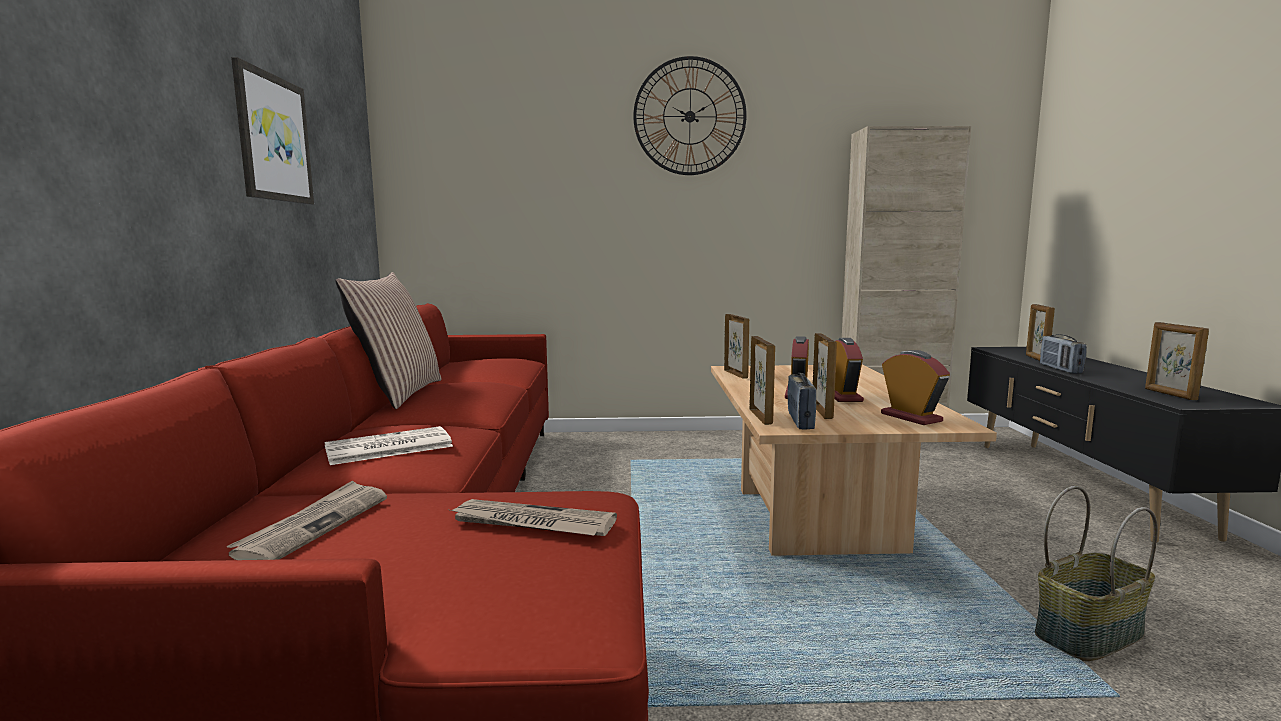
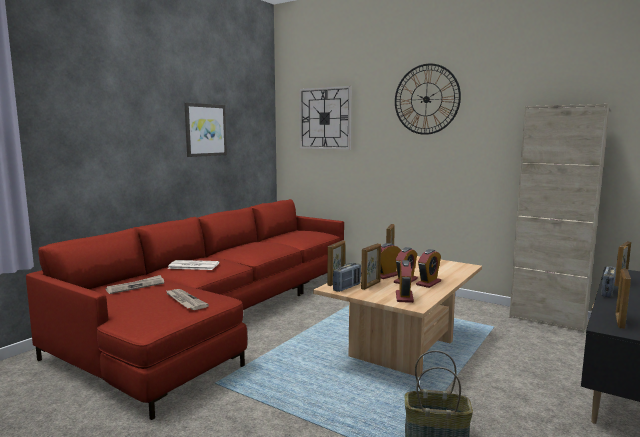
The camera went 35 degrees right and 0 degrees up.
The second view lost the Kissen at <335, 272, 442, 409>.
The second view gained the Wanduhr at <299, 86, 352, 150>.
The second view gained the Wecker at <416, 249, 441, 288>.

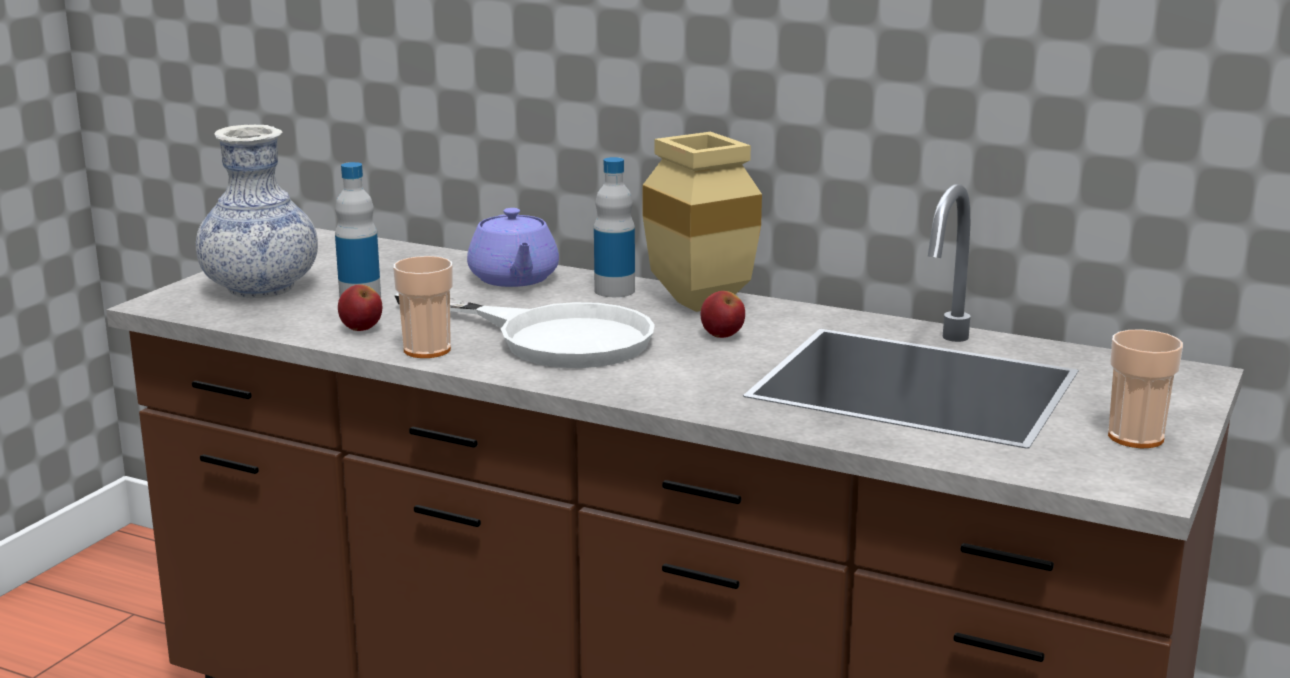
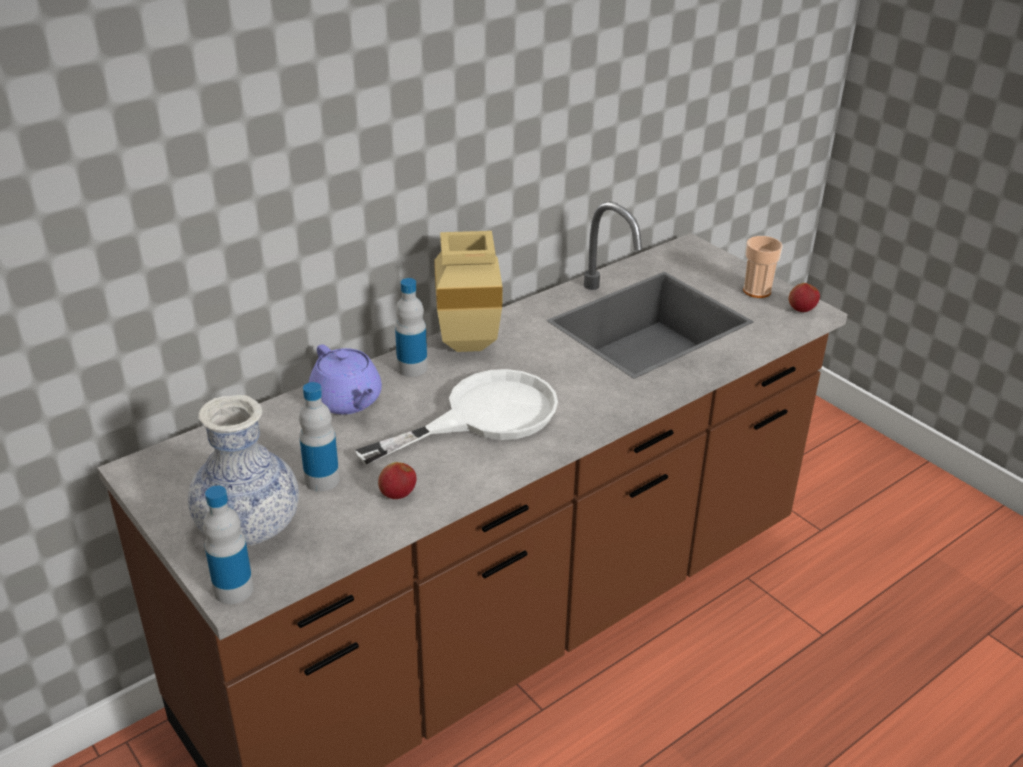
The camera went 65 degrees left and 15 degrees up.
The second view lost the Tasse at <393, 256, 453, 358>.
The Teekanne [lila] at <467, 208, 559, 287> ended up facing another way, 45 degrees clockwise from before.
The Apfel ended up elsewhere, having gone from <700, 291, 745, 338> to <788, 283, 820, 312>.
The second view gained the Flasche at <203, 486, 253, 604>.

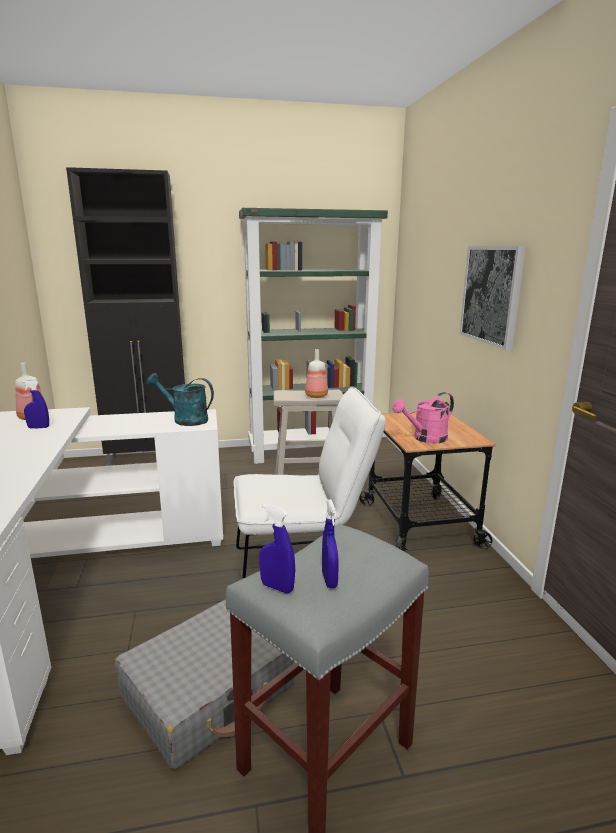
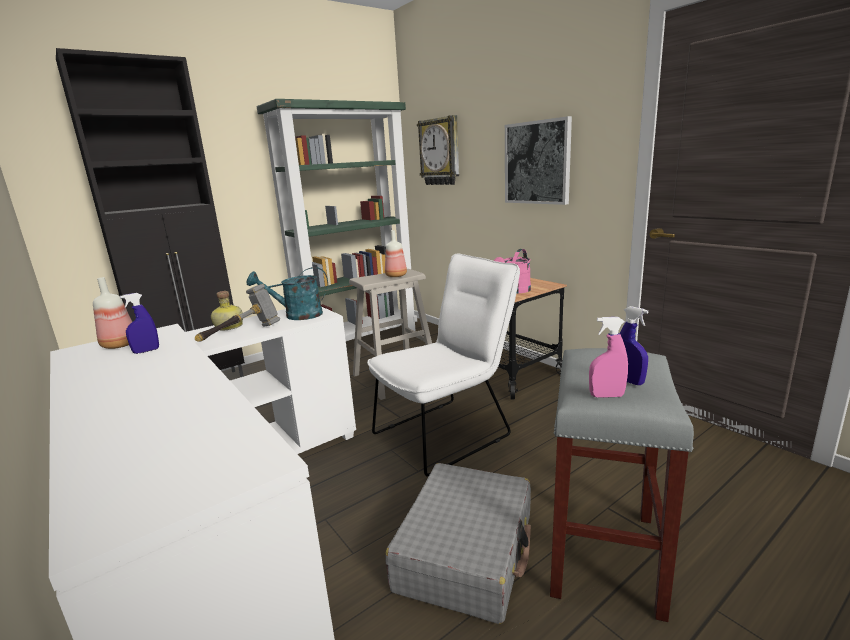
The camera went 25 degrees left and 0 degrees up.
What was the Sprühflasche [blau] at <259, 504, 295, 593> turned into the Sprühflasche [rosa] at <589, 317, 628, 398>.
The second view gained the Hammer at <195, 284, 280, 342>.
The second view gained the Flasche at <211, 291, 243, 330>.
The second view gained the Wanduhr at <417, 115, 459, 185>.

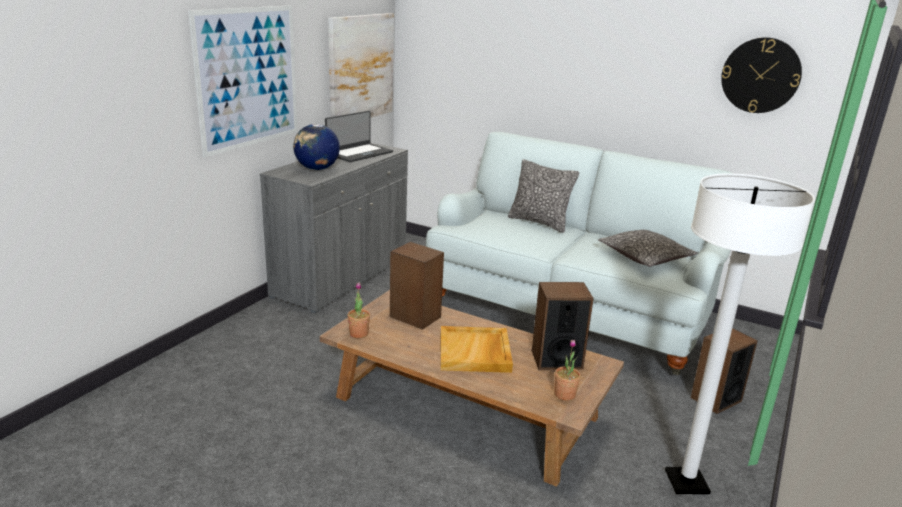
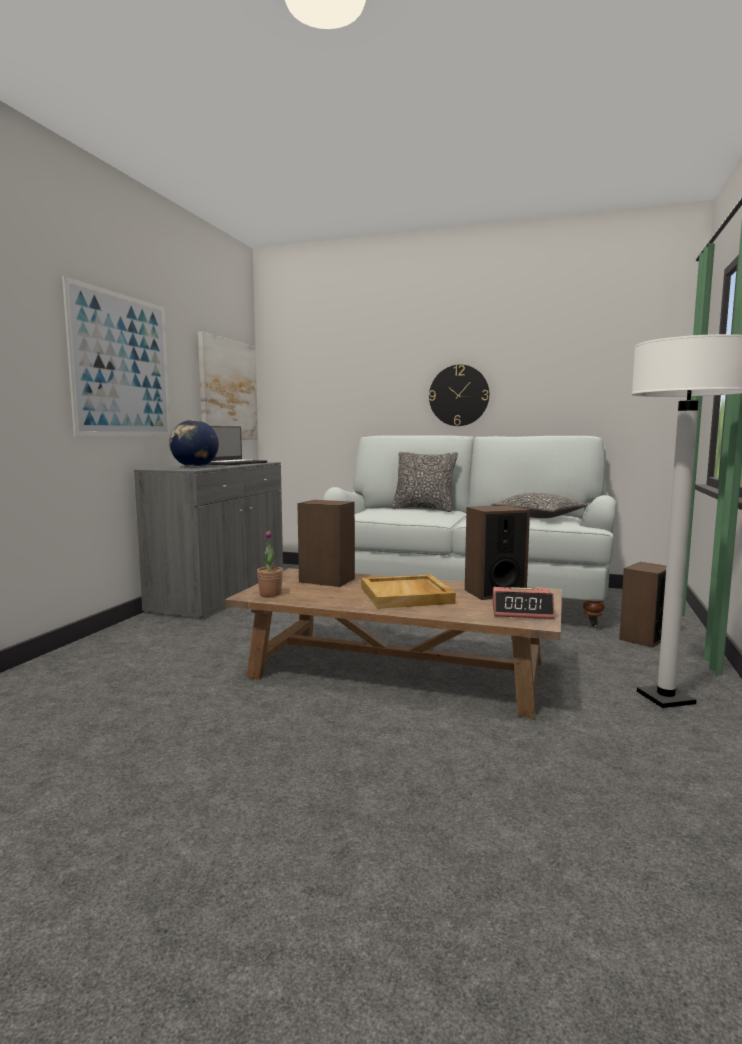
The camera went 10 degrees left and 15 degrees down.
Where the Topfpflanze stood at <555, 339, 581, 401>, the Wecker came to stand at <492, 587, 555, 619>.
The Wanduhr ended up elsewhere, having gone from <721, 37, 802, 113> to <429, 365, 490, 426>.

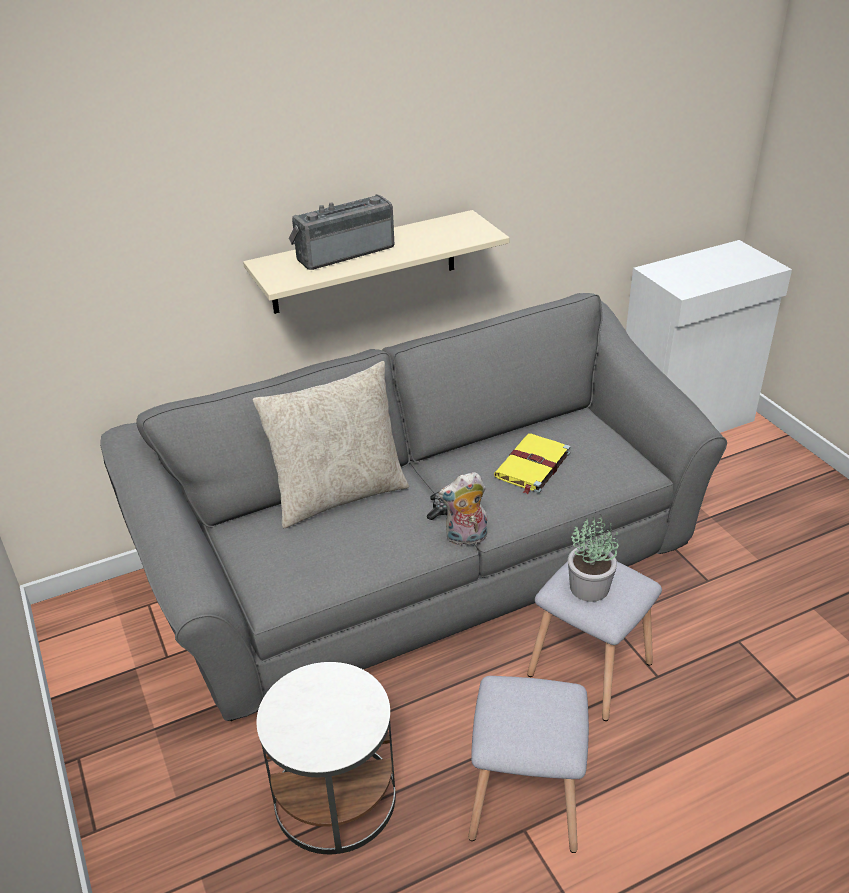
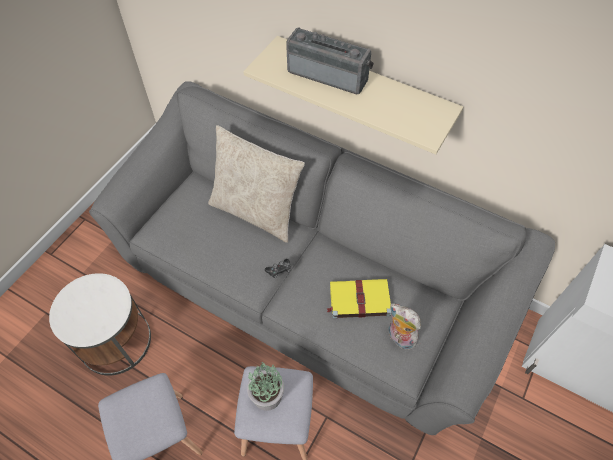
The camera went 55 degrees right and 20 degrees up.
The Plüschtier ended up elsewhere, having gone from <438, 472, 487, 547> to <389, 303, 421, 350>.

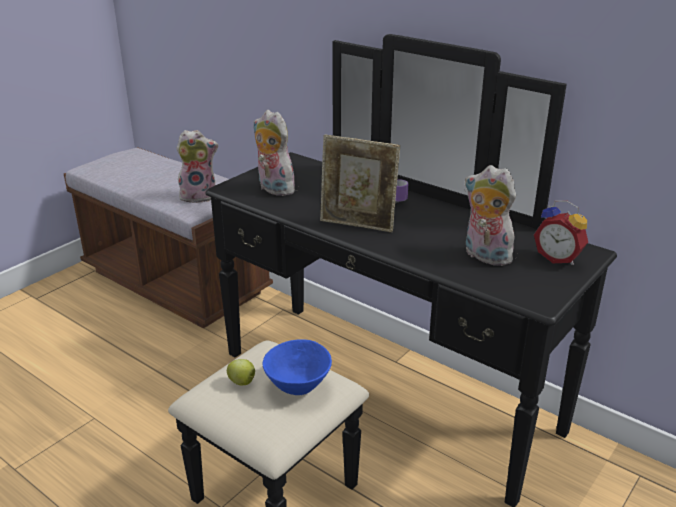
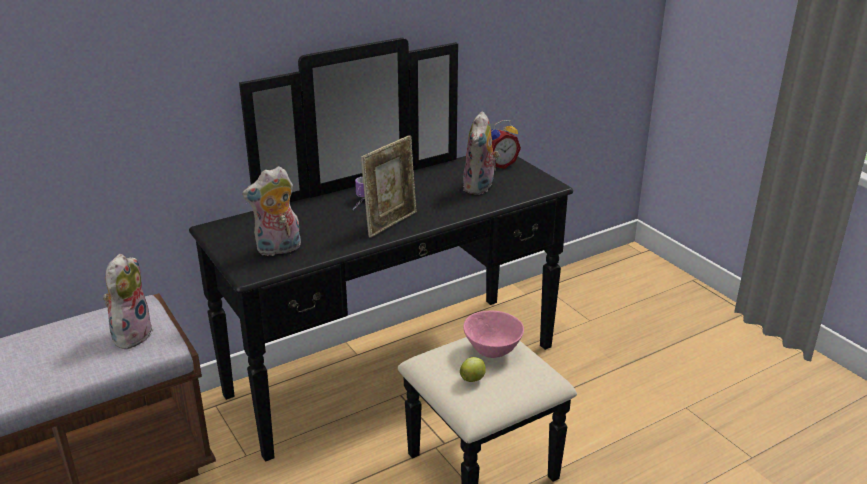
The camera went 70 degrees left and 0 degrees up.
What was the Schüssel [blau] at <263, 339, 332, 395> turned into the Schüssel [rosa] at <463, 311, 524, 358>.
The Plüschtier at <464, 165, 516, 266> ended up facing another way, 45 degrees counterclockwise from before.

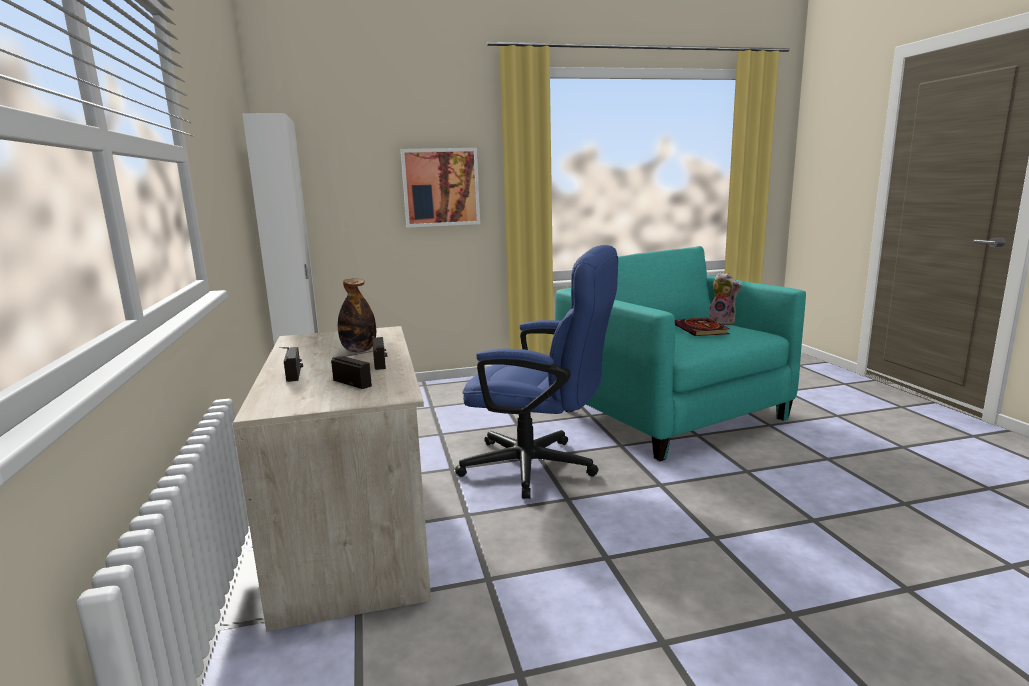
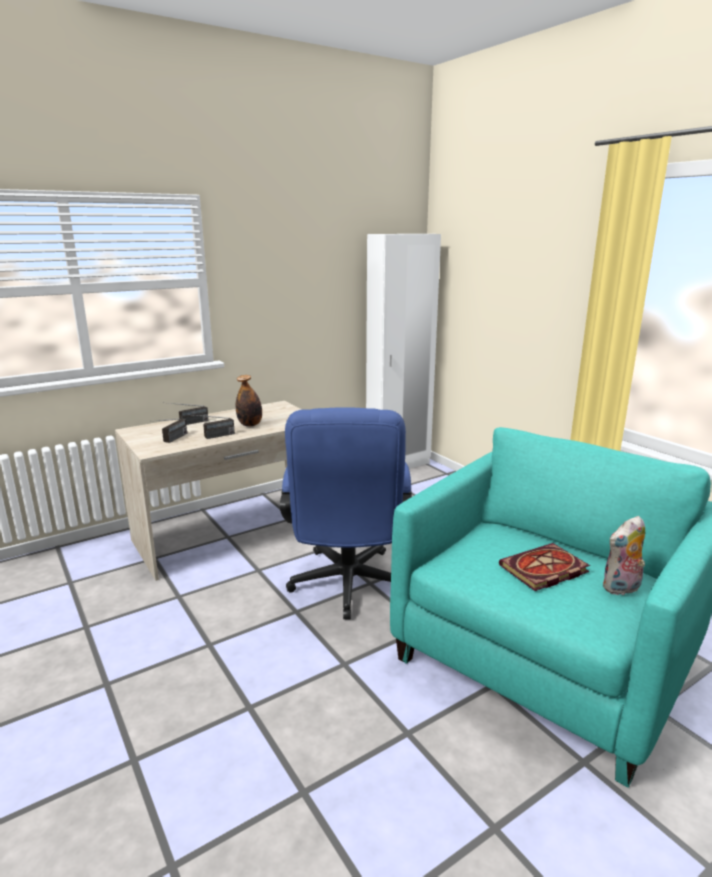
The camera went 70 degrees right and 5 degrees up.
The second view lost the Bild at <401, 148, 480, 228>.
The Plüschtier at <709, 272, 742, 325> ended up facing another way, 45 degrees clockwise from before.

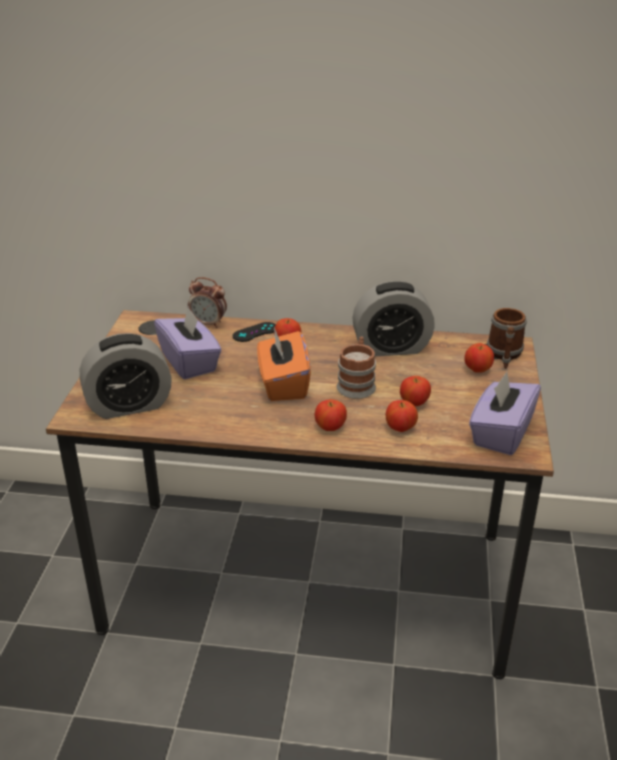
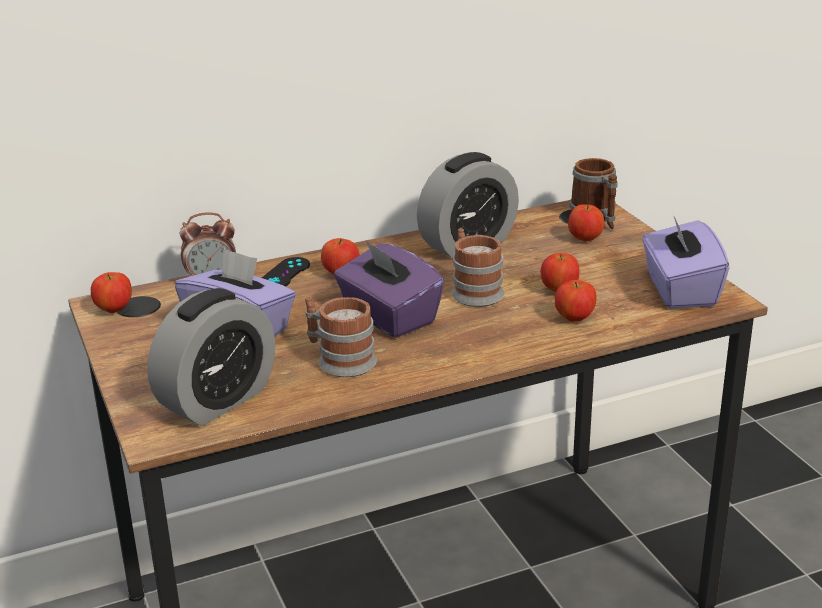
The camera went 30 degrees left and 5 degrees down.
What was the Taschentuchbox [orange] at <257, 327, 311, 401> turned into the Taschentuchbox [lila] at <334, 241, 444, 338>.
The Apfel ended up elsewhere, having gone from <315, 399, 347, 431> to <91, 272, 132, 313>.
The second view gained the Henkelbecher at <305, 297, 377, 377>.

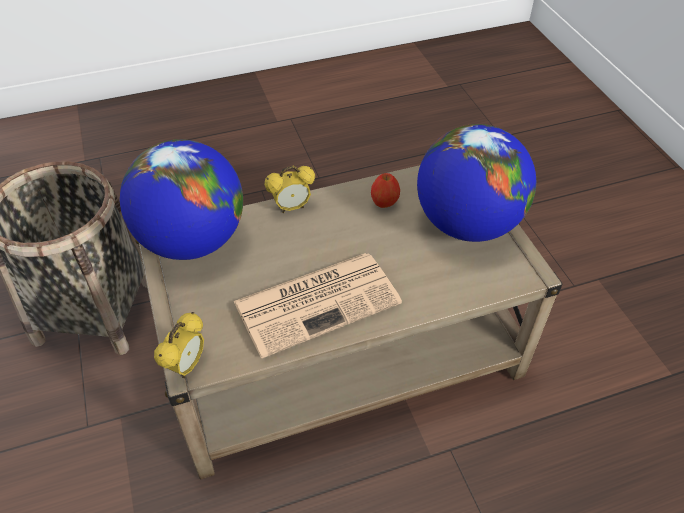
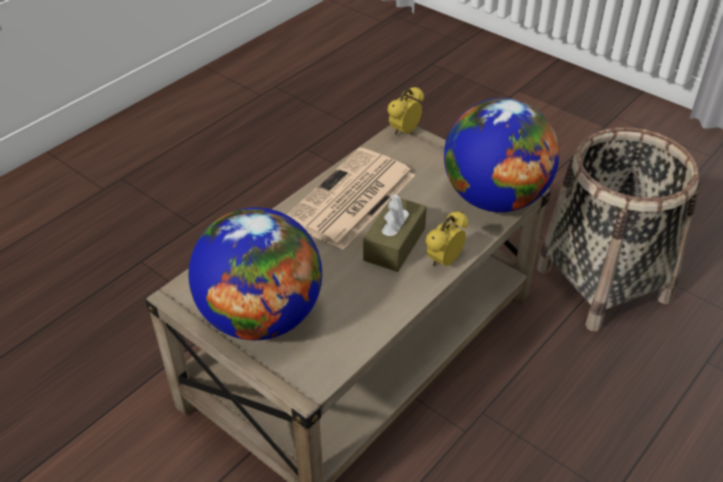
The camera went 150 degrees right and 5 degrees down.
The Wecker at <154, 312, 204, 378> ended up facing another way, 45 degrees clockwise from before.
The second view lost the Apfel at <371, 173, 400, 208>.
The second view gained the Taschentuchbox [braun] at <363, 194, 427, 272>.

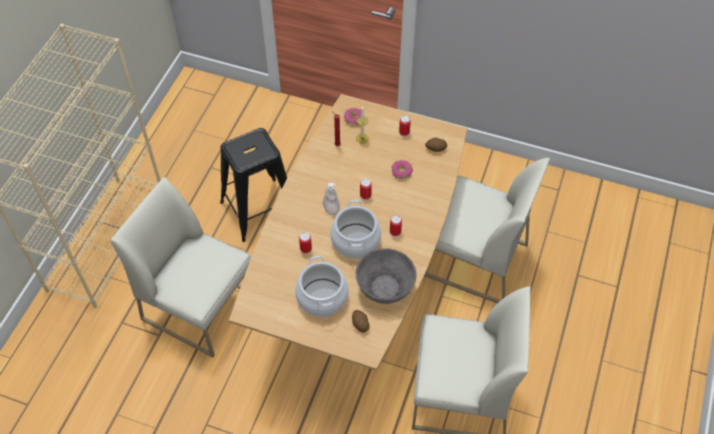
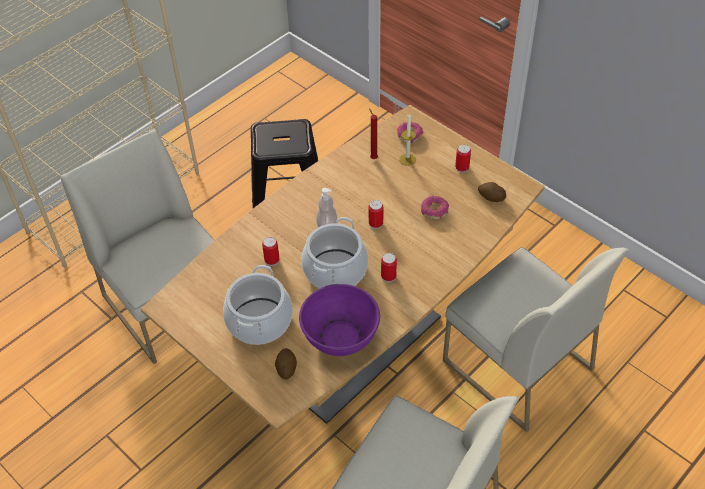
The camera went 25 degrees right and 5 degrees down.
What was the Schüssel [grau] at <356, 248, 416, 304> turned into the Schüssel [lila] at <299, 284, 380, 356>.

